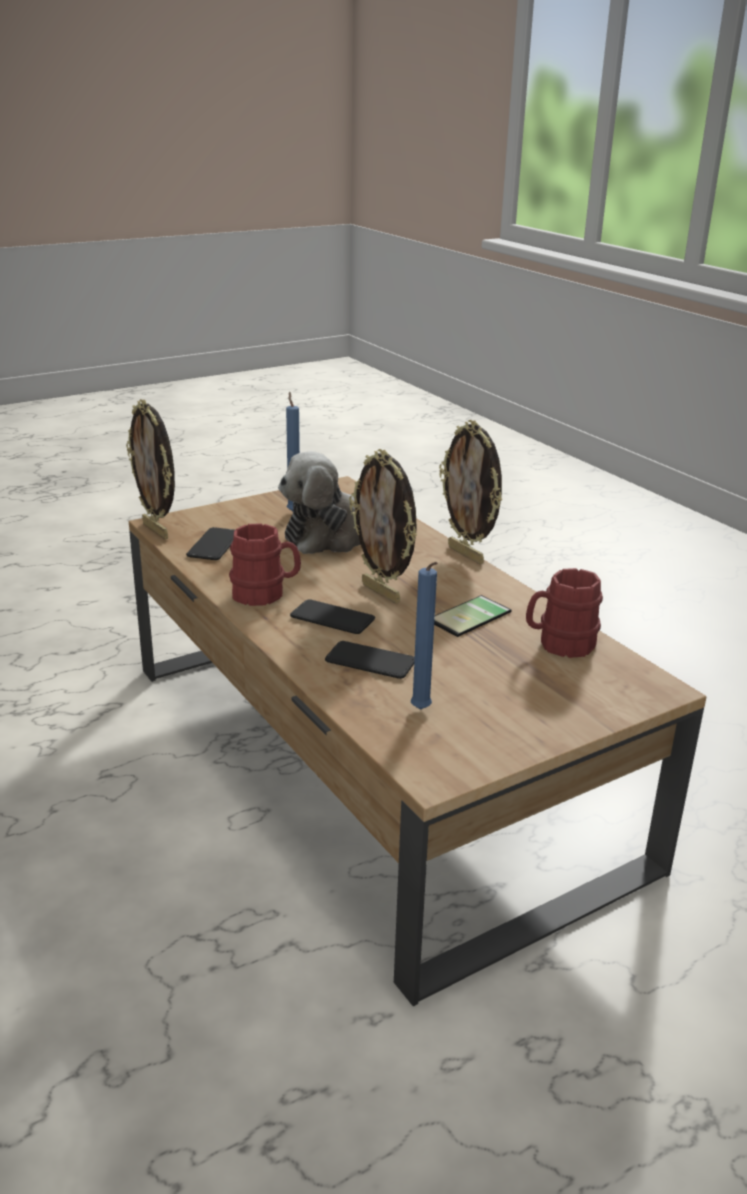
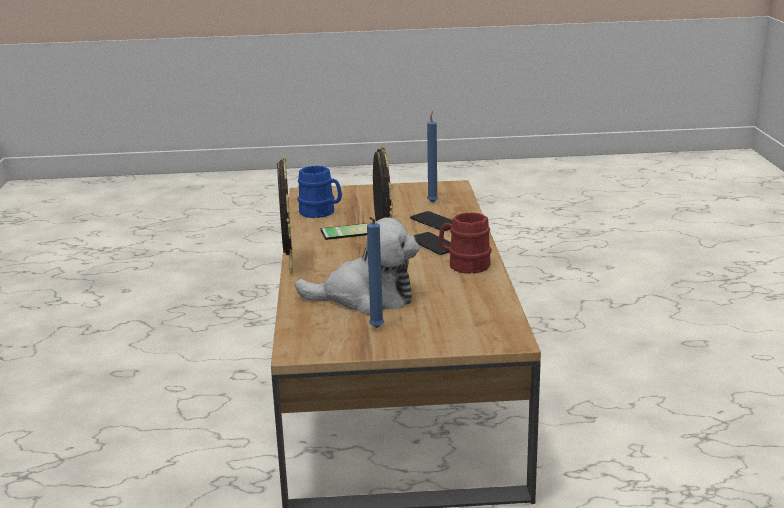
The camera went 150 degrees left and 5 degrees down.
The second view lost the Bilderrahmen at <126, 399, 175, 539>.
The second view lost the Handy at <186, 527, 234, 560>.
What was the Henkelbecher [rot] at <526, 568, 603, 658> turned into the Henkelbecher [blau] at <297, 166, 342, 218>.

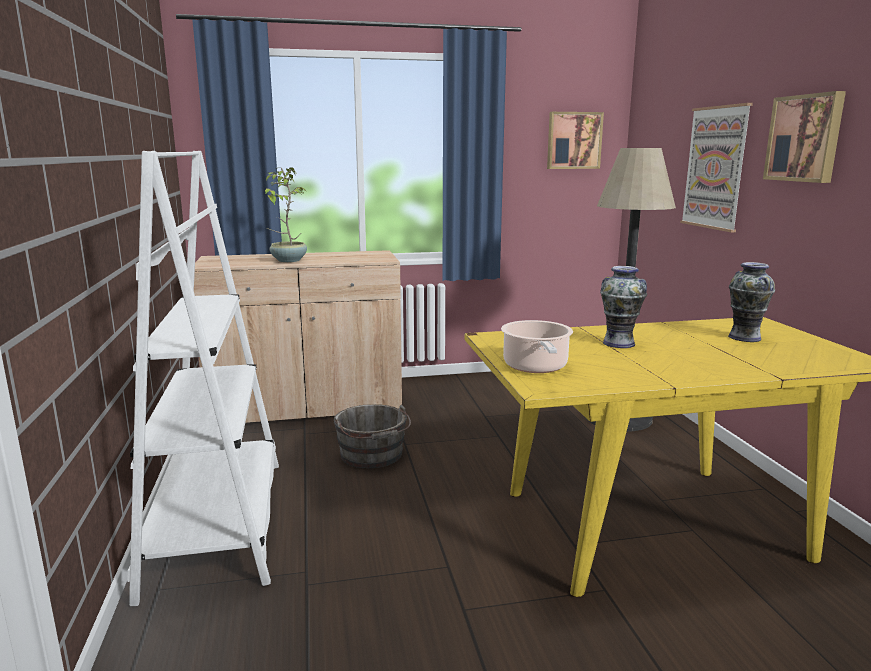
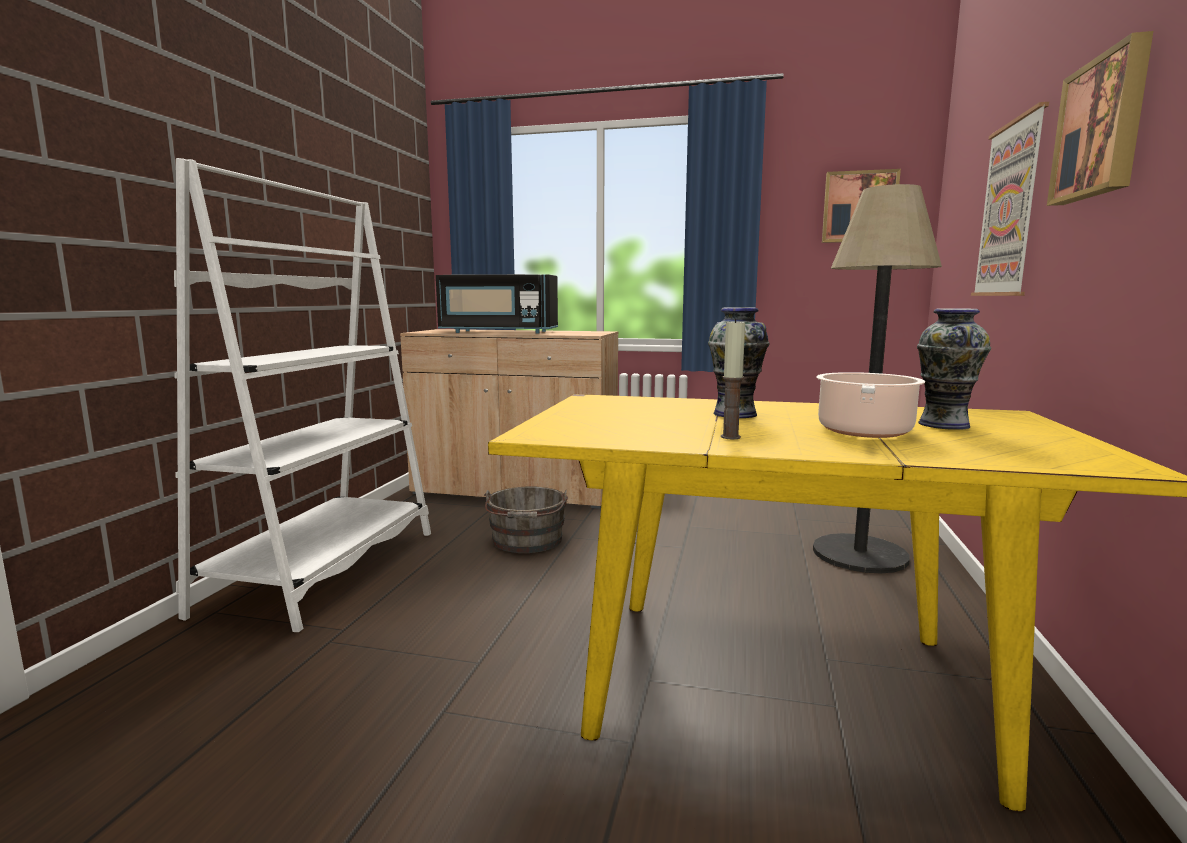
The camera went 25 degrees right and 5 degrees down.
Where the Topfpflanze stood at <265, 167, 307, 262>, the Mikrowelle [schwarz] came to stand at <436, 274, 558, 334>.
The Kochtopf ended up elsewhere, having gone from <501, 320, 573, 373> to <816, 372, 925, 438>.
The second view gained the Kerze at <721, 319, 745, 439>.

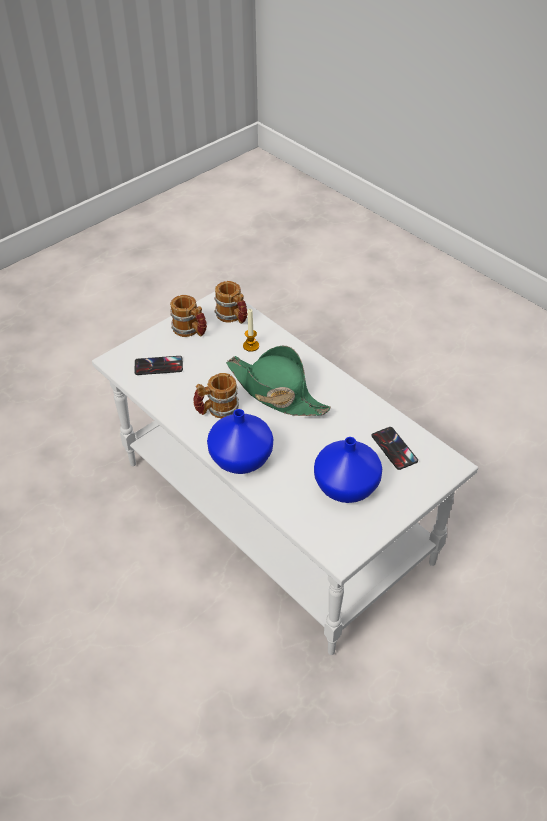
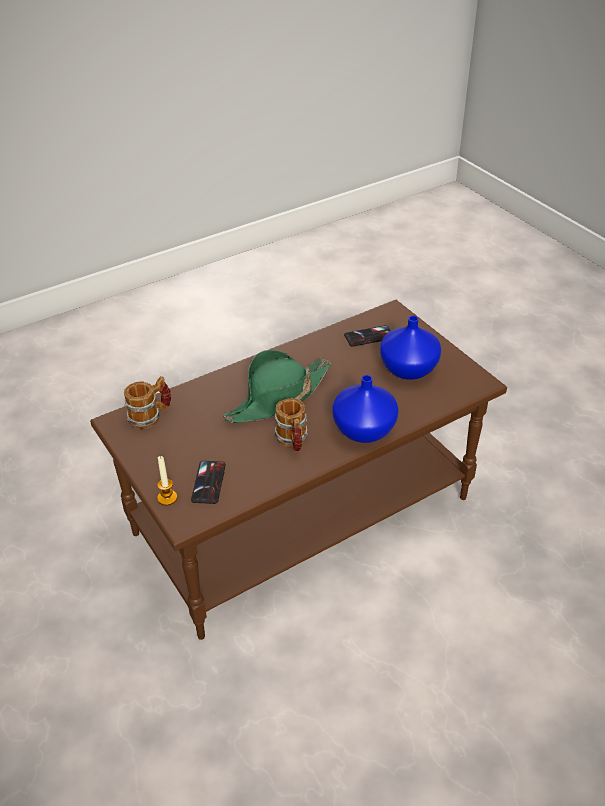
The camera went 80 degrees left and 5 degrees down.
What was the Couchtisch [weiß] at <92, 291, 478, 655> turned into the Couchtisch [braun] at <90, 300, 507, 640>.
The second view lost the Henkelbecher at <170, 295, 207, 337>.
The Kerze ended up elsewhere, having gone from <243, 309, 259, 352> to <157, 456, 177, 505>.

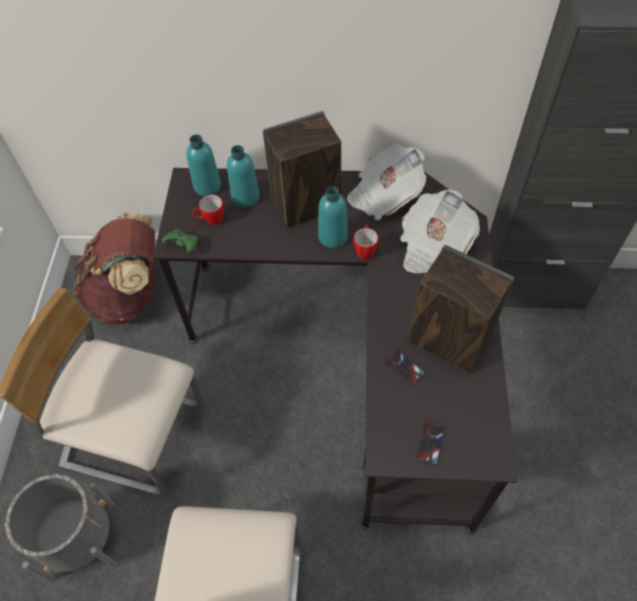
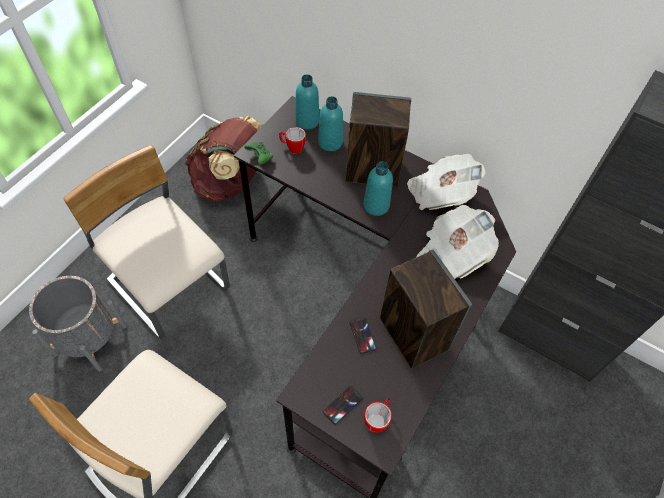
The camera went 25 degrees right and 0 degrees up.
The Henkelbecher ended up elsewhere, having gone from <353, 224, 379, 259> to <364, 398, 392, 433>.

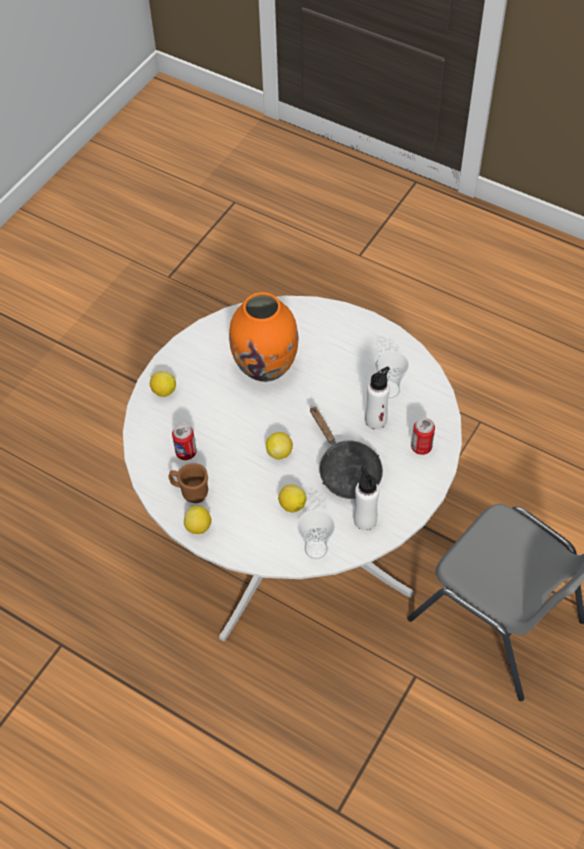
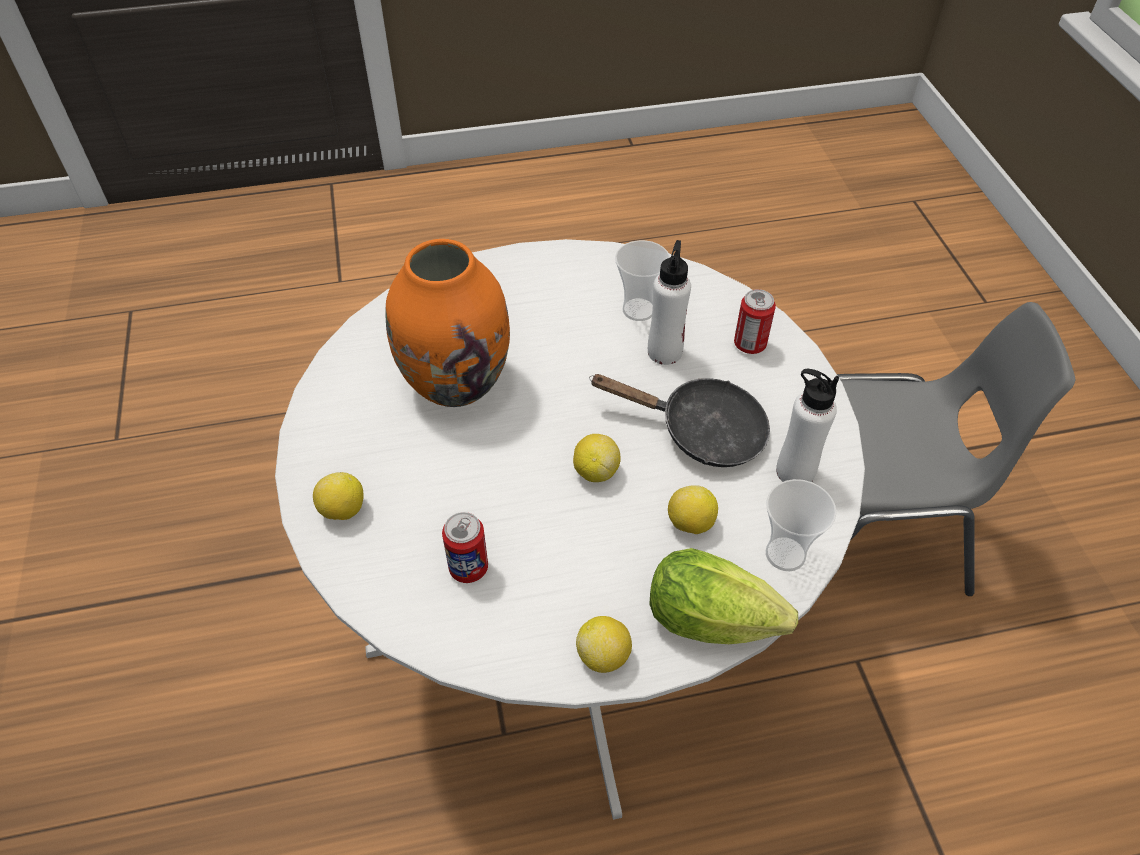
The camera went 45 degrees left and 5 degrees down.
The second view lost the Henkelbecher [braun] at <168, 463, 208, 503>.
The second view gained the Salatkopf at <649, 548, 798, 644>.

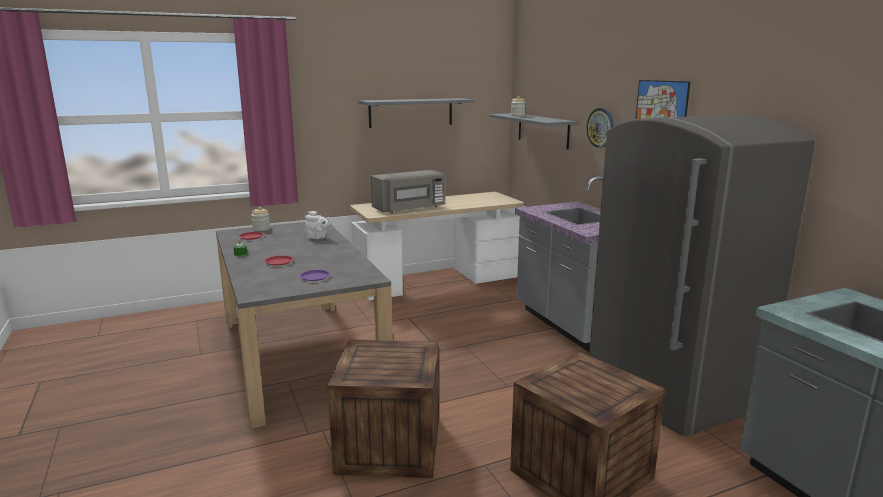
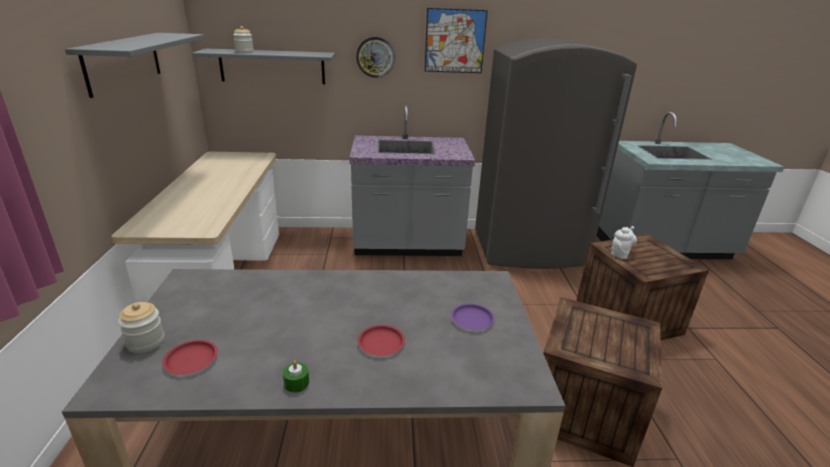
The camera went 70 degrees left and 10 degrees up.
The Teekanne [weiß] ended up elsewhere, having gone from <305, 211, 332, 239> to <611, 226, 637, 259>.
The second view lost the Mikrowelle [grau] at <371, 170, 445, 213>.

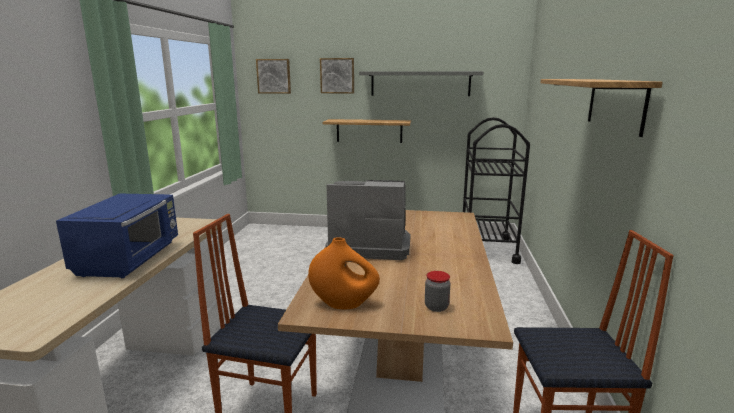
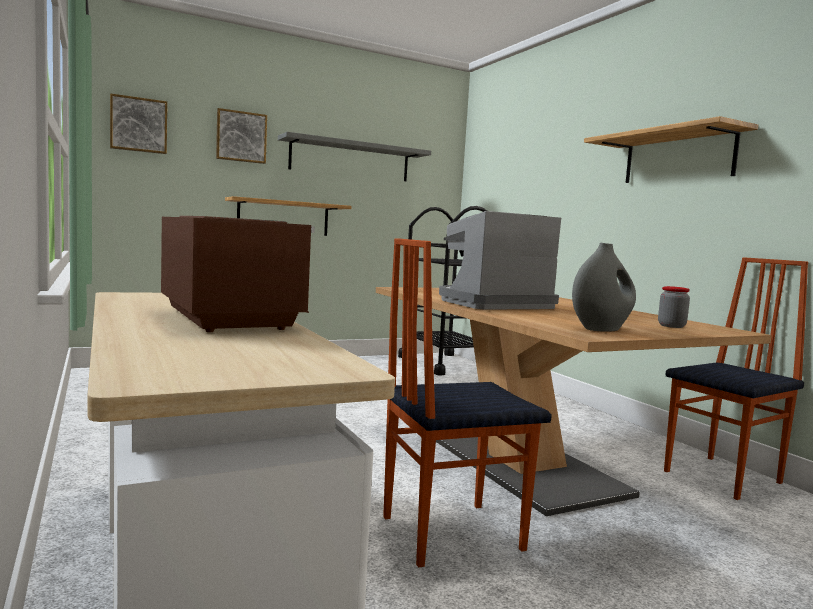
The camera went 35 degrees left and 10 degrees down.
What was the Mikrowelle [blau] at <56, 194, 178, 278> turned into the Mikrowelle [braun] at <161, 216, 315, 332>.
What was the Vase [orange] at <308, 237, 380, 309> turned into the Vase [grau] at <572, 243, 636, 332>.

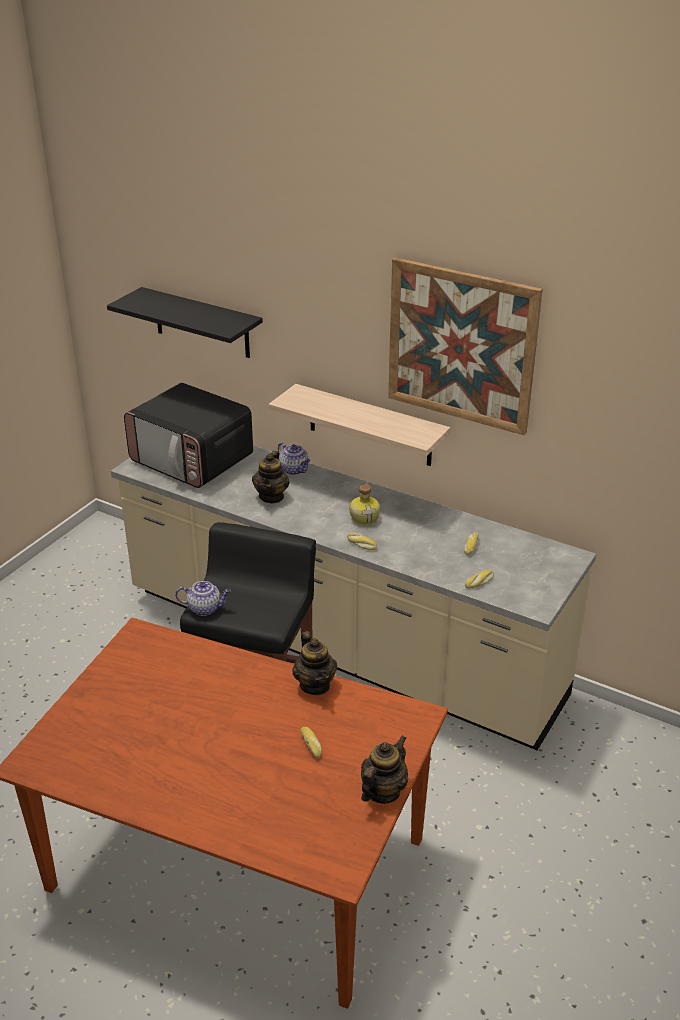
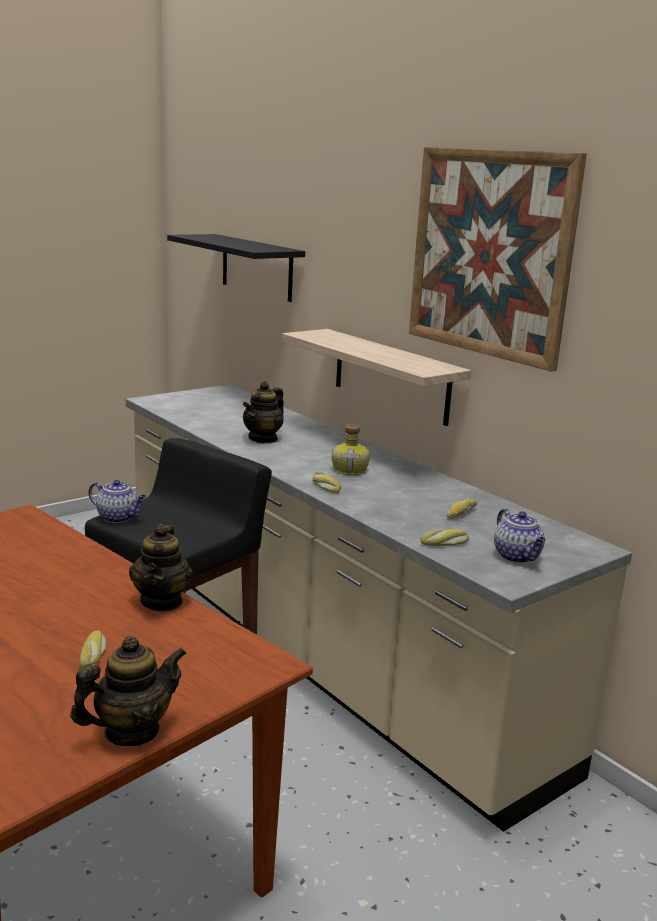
The camera went 20 degrees right and 15 degrees down.
The second view lost the Mikrowelle at <124, 383, 253, 488>.
The Teekanne ended up elsewhere, having gone from <278, 442, 310, 475> to <494, 509, 546, 563>.

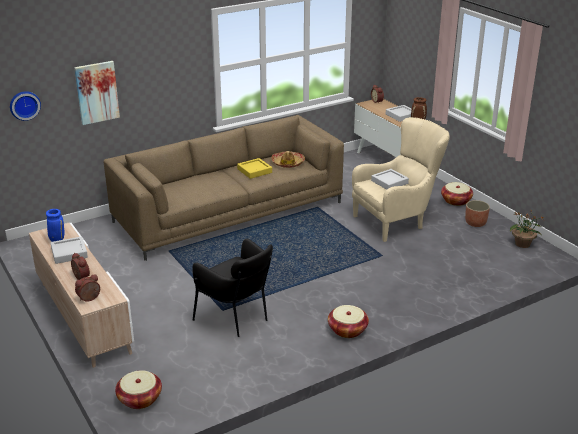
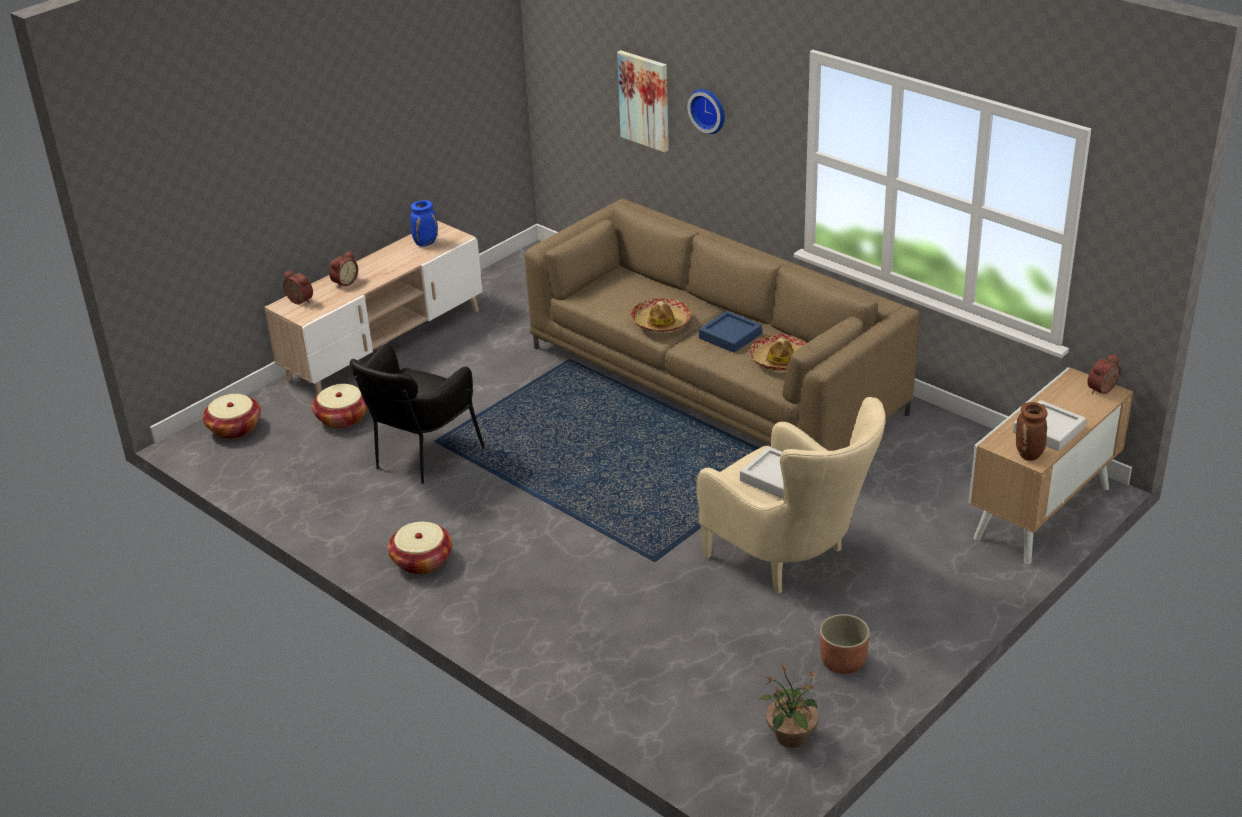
The camera went 75 degrees right and 5 degrees up.
The Wanduhr ended up elsewhere, having gone from <10, 91, 41, 121> to <687, 89, 725, 134>.
The second view lost the Tablett [grau] at <50, 236, 88, 264>.
What was the Tablett [gelb] at <237, 158, 272, 179> turned into the Tablett [blau] at <699, 311, 762, 353>.
The Korb ended up elsewhere, having gone from <441, 182, 473, 206> to <312, 384, 368, 429>.
The second view gained the Hut at <631, 298, 691, 332>.

